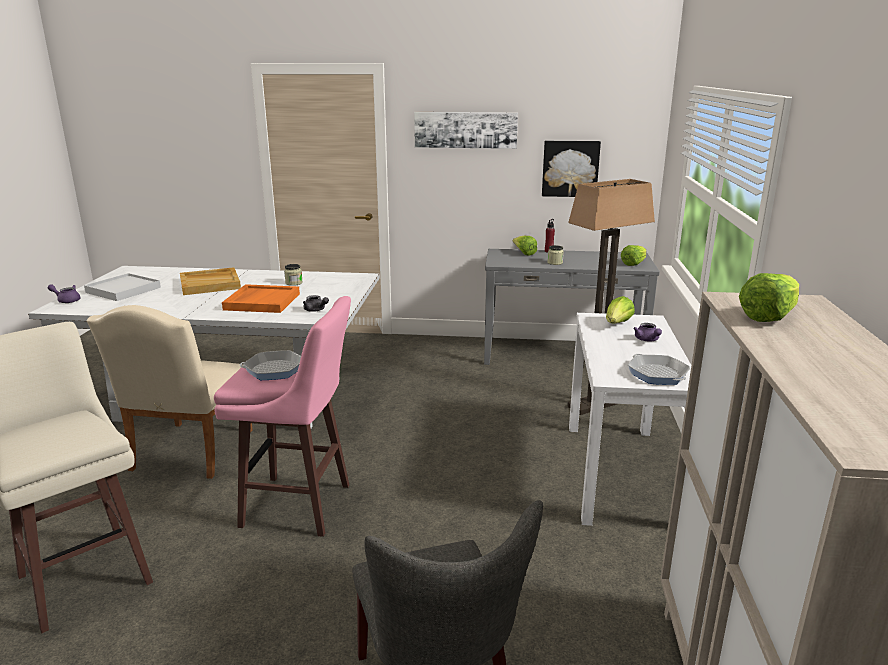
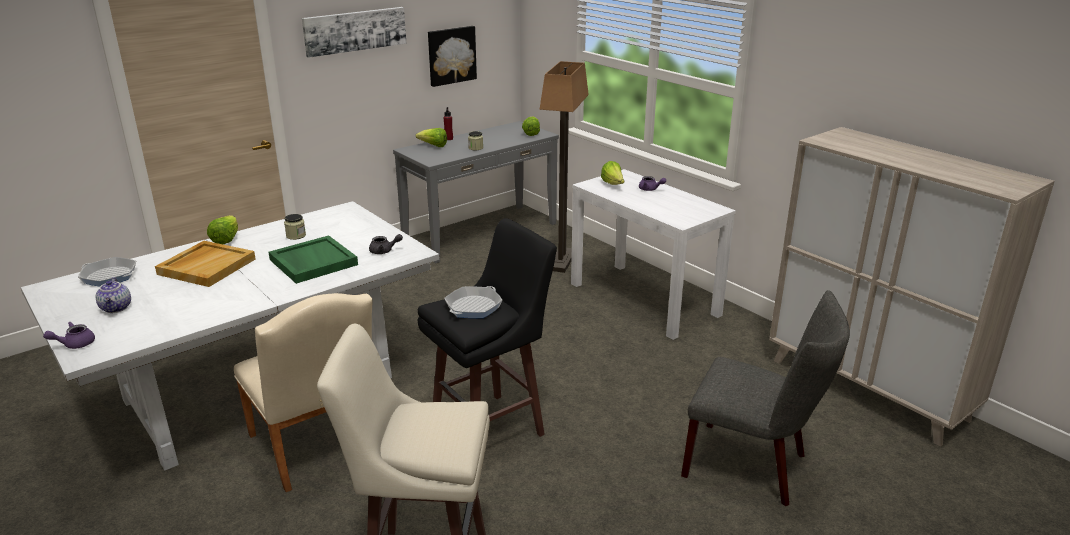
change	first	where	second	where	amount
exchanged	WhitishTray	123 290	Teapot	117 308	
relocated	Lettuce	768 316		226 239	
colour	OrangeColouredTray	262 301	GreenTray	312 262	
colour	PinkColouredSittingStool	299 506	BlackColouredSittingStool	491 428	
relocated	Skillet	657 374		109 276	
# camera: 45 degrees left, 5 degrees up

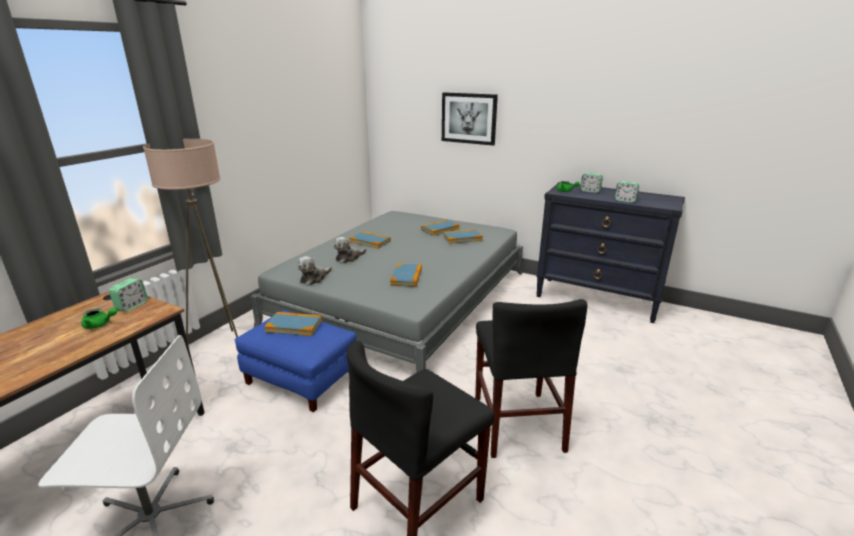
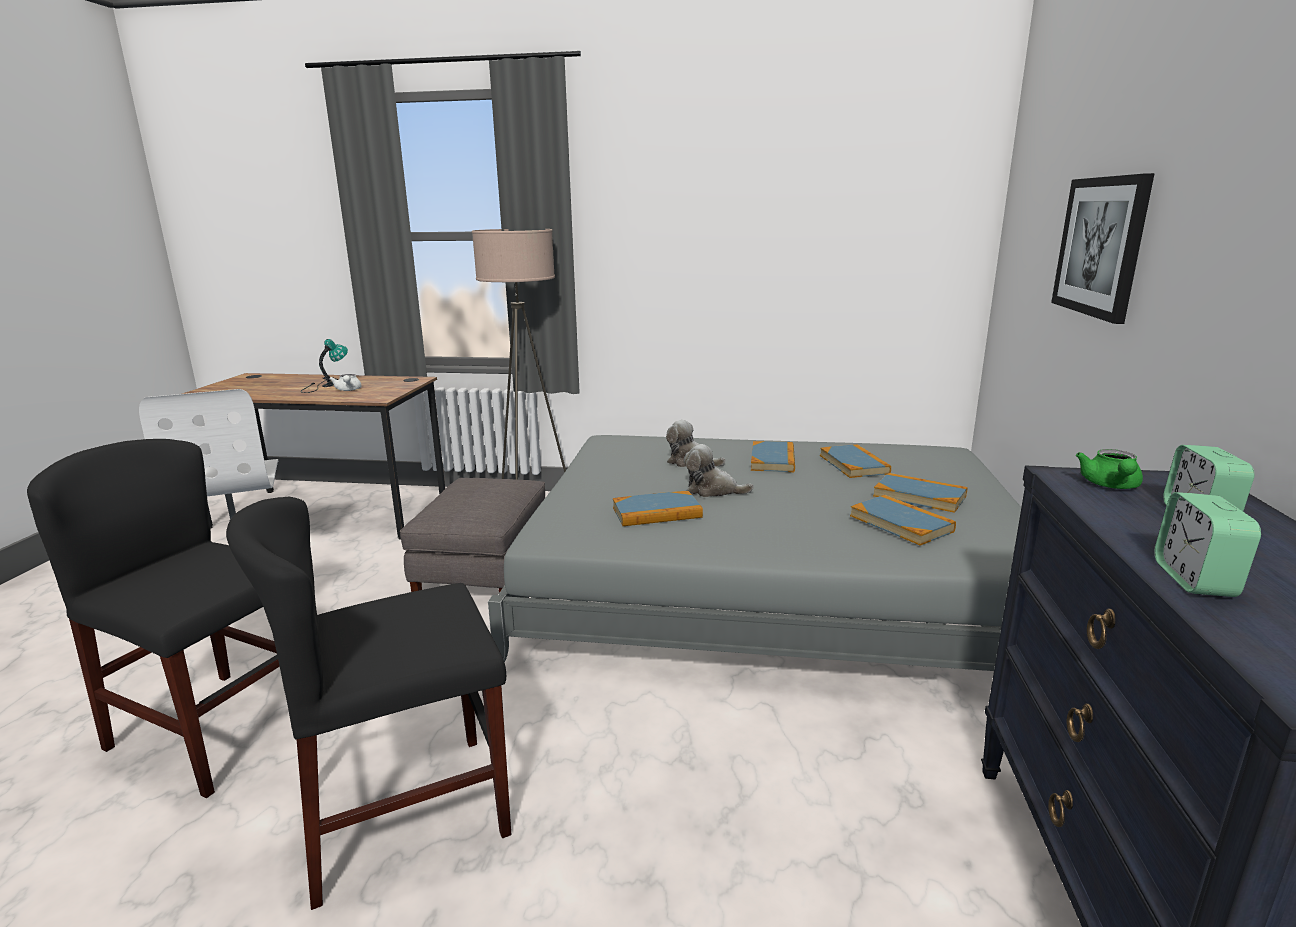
change	first	where	second	where	amount
relocated	CuddlyToy	314 278		712 490	
missing	TableClock	132 306			
colour	GreenTeapot	100 325	WhitishTeapot	348 390	
colour	BlueOttoman	302 378	GreyishOttoman	485 571	
relocated	Book	294 326		854 464	
appeared			LampForATable	328 385	
# camera: 70 degrees right, 5 degrees down

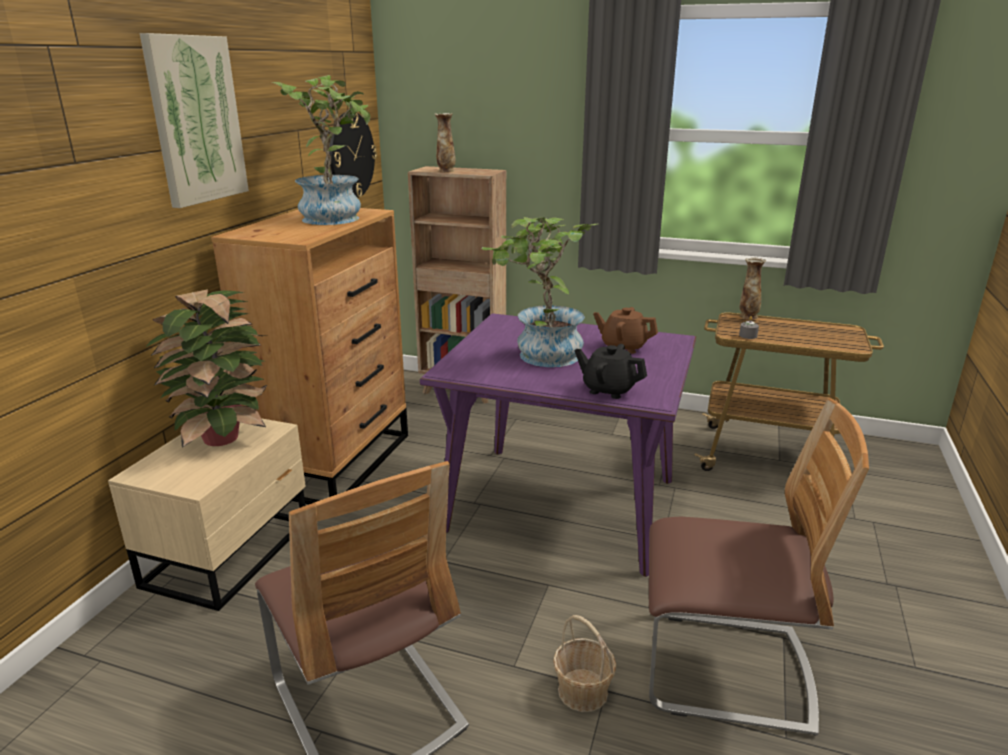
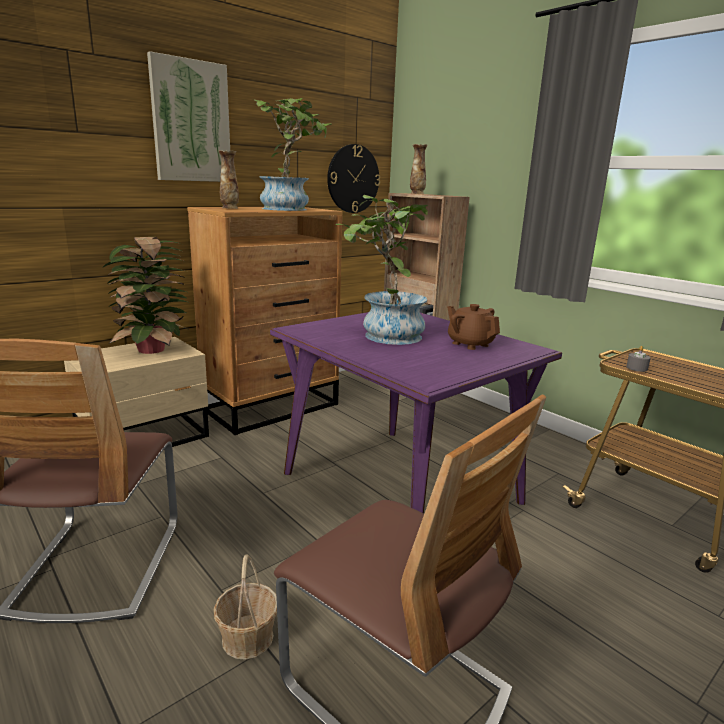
change	first	where	second	where	amount
relocated	FlowerVase	748 316		229 208	
missing	BlackColouredTeapot	608 389			
# camera: 30 degrees right, 5 degrees down

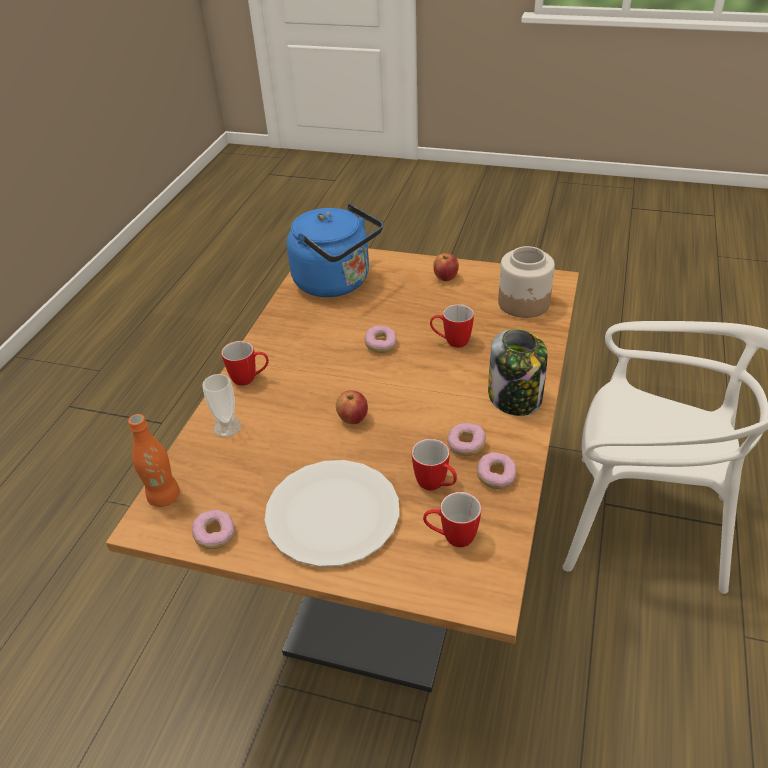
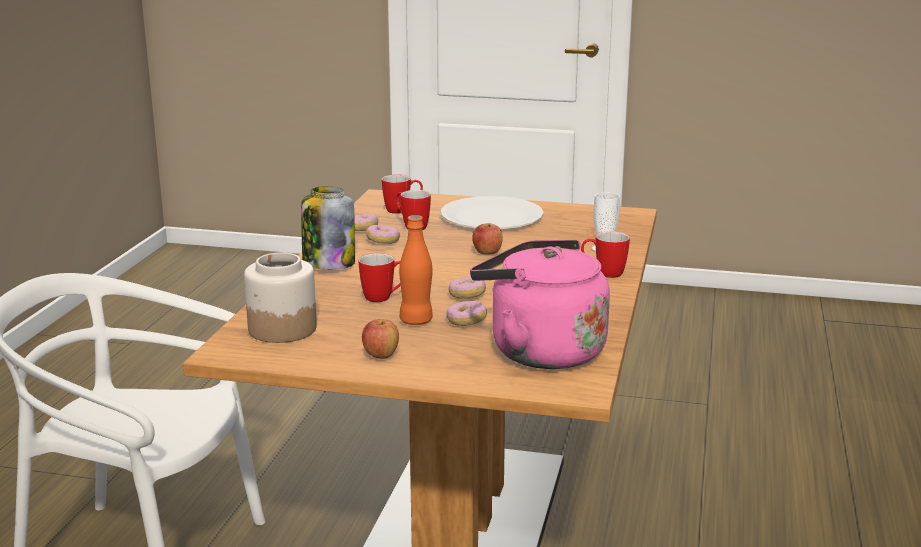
change	first	where	second	where	amount
colour	BlueWaterKettle	336 283	PinkColouredWaterKettle	540 351	
relocated	OrangeColouredBottle	164 497		416 321	
relocated	Donut	215 535		466 322	
# camera: 175 degrees right, 20 degrees down

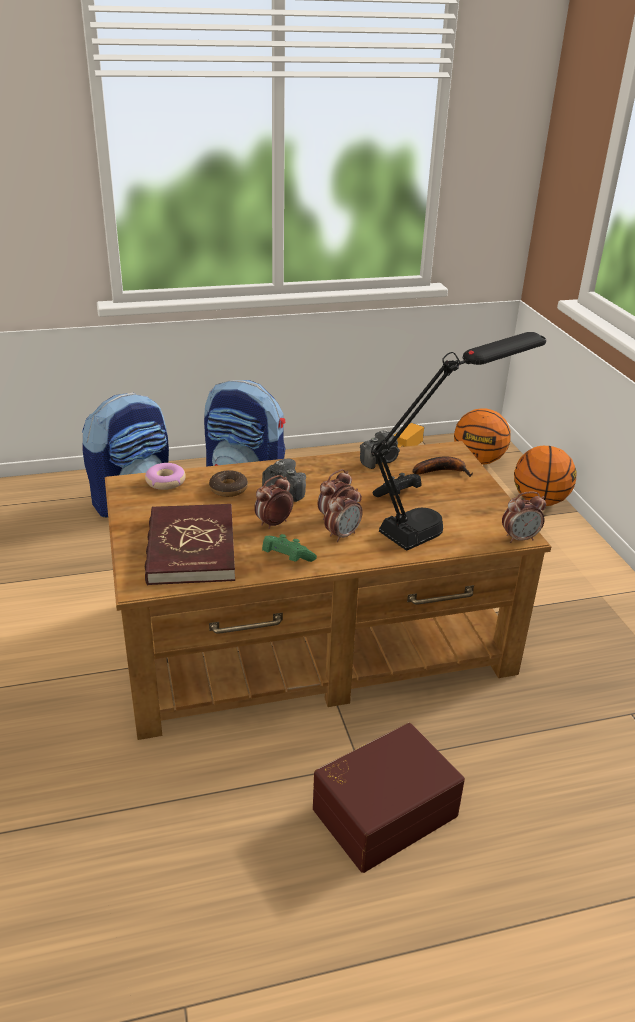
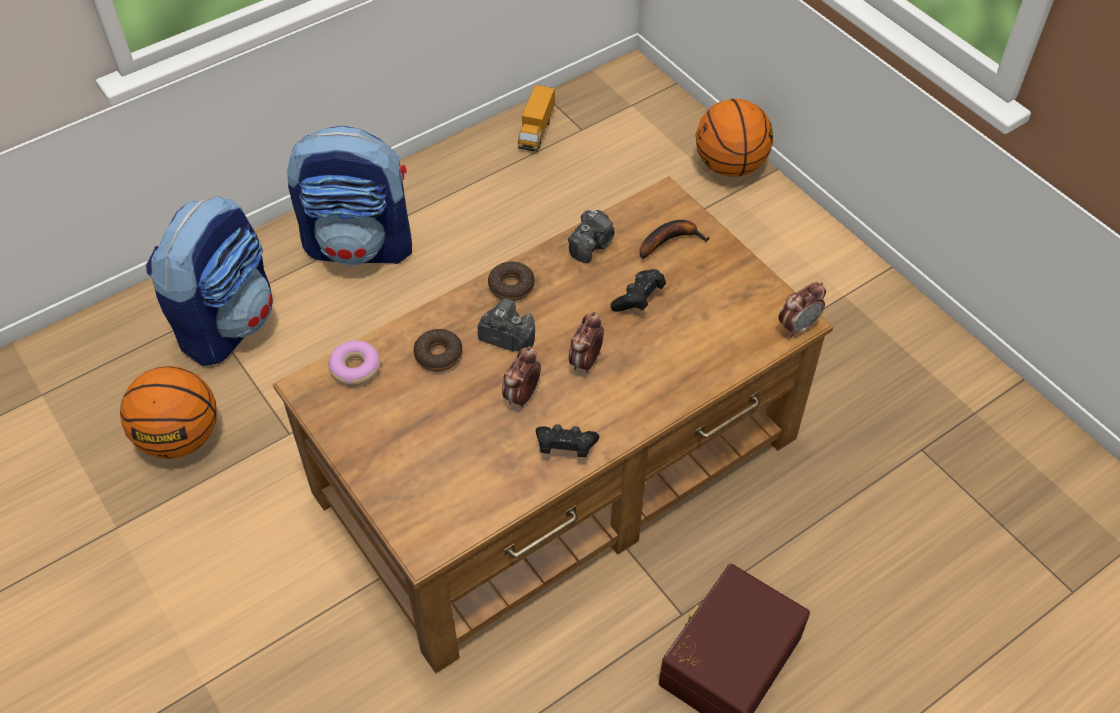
change	first	where	second	where	amount
missing	BlackColouredLampForATable	444 518			
relocated	BasketballBall	478 461		180 437	
missing	TableClock	342 535			
missing	ReddishBook	190 548			
colour	GreenGamepad	286 559	BlackColouredGamepad	565 448	
appeared			Donut	511 286	
# camera: 20 degrees left, 20 degrees up

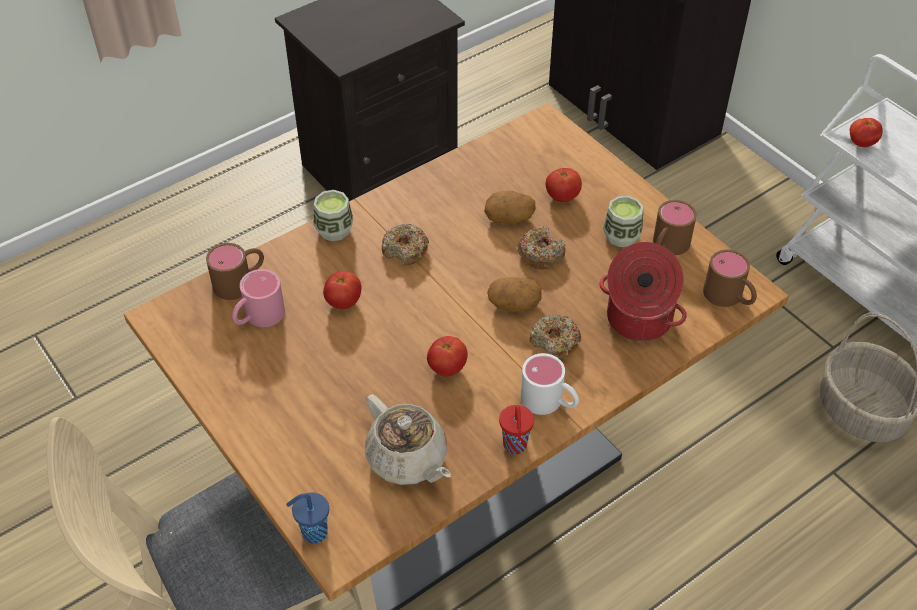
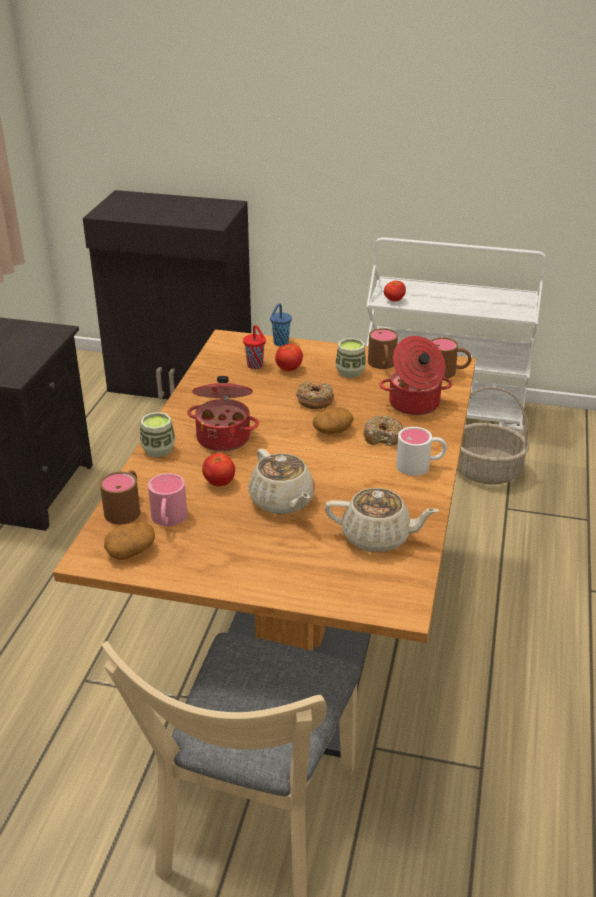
change	first	where	second	where	amount
relocated	WholePotato	509 217		131 551	
exchanged	Donut	405 250	Stockpot	224 437	
missing	Tomato	447 368			
relocated	ReddishDrinkingCup	515 446		255 366	
relocated	BlueDrinkingCup	313 533		280 343	
appeared			SandColouredTeapot	282 501	
# camera: 40 degrees left, 15 degrees down

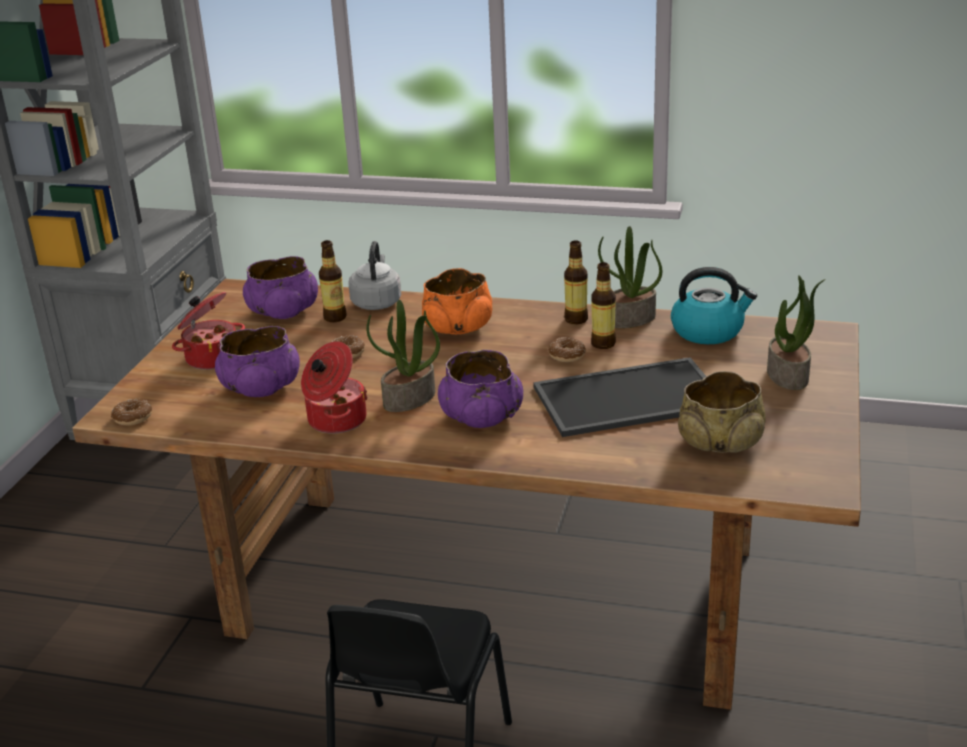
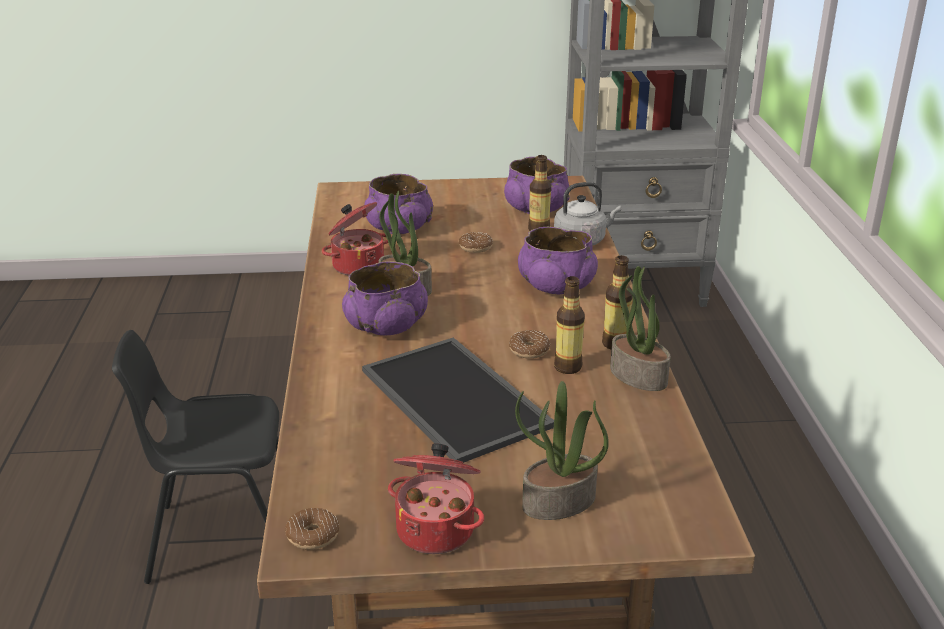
change	first	where	second	where	amount
missing	WaterKettle	708 331			
colour	OrangeColouredDeepDish	458 327	PurpleDeepDish	556 286	
relocated	Stockpot	212 358		437 529	
missing	SandColouredDeepDish	720 442			
relocated	Donut	133 418		313 536	
# camera: 70 degrees right, 0 degrees up

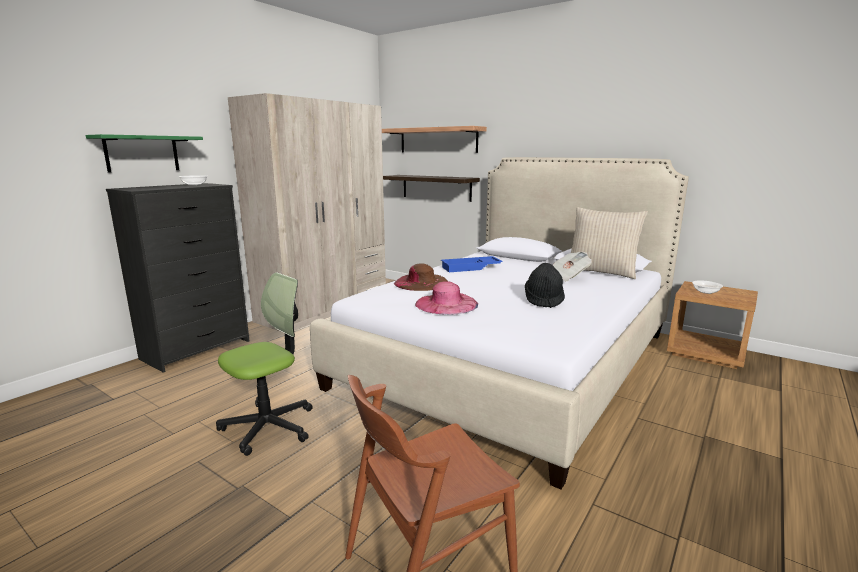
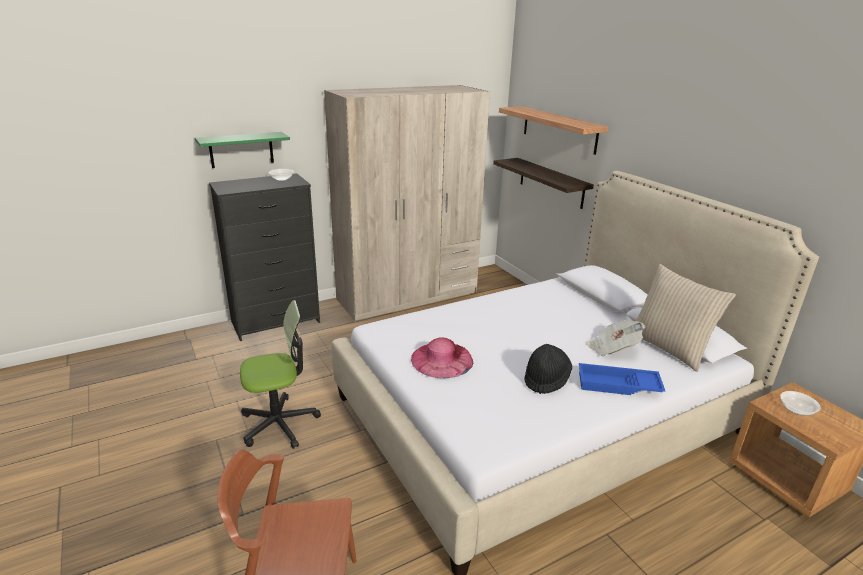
change	first	where	second	where	amount
relocated	BlueTray	470 268		618 386	
missing	BrownColouredClothingHat	421 283			
# camera: 25 degrees right, 10 degrees up

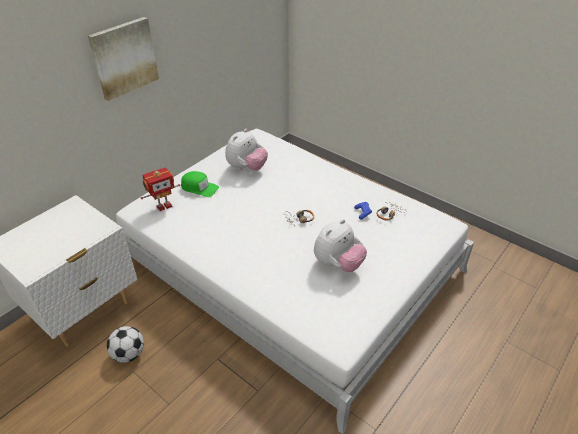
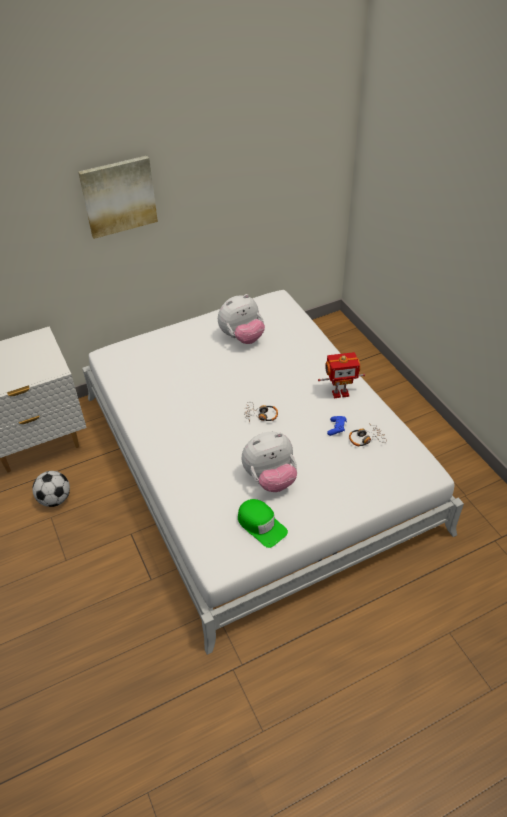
change	first	where	second	where	amount
relocated	ToyRobot	163 206		340 393	
relocated	GreenPeakedCap	199 188		261 525	
# camera: 25 degrees right, 5 degrees up

